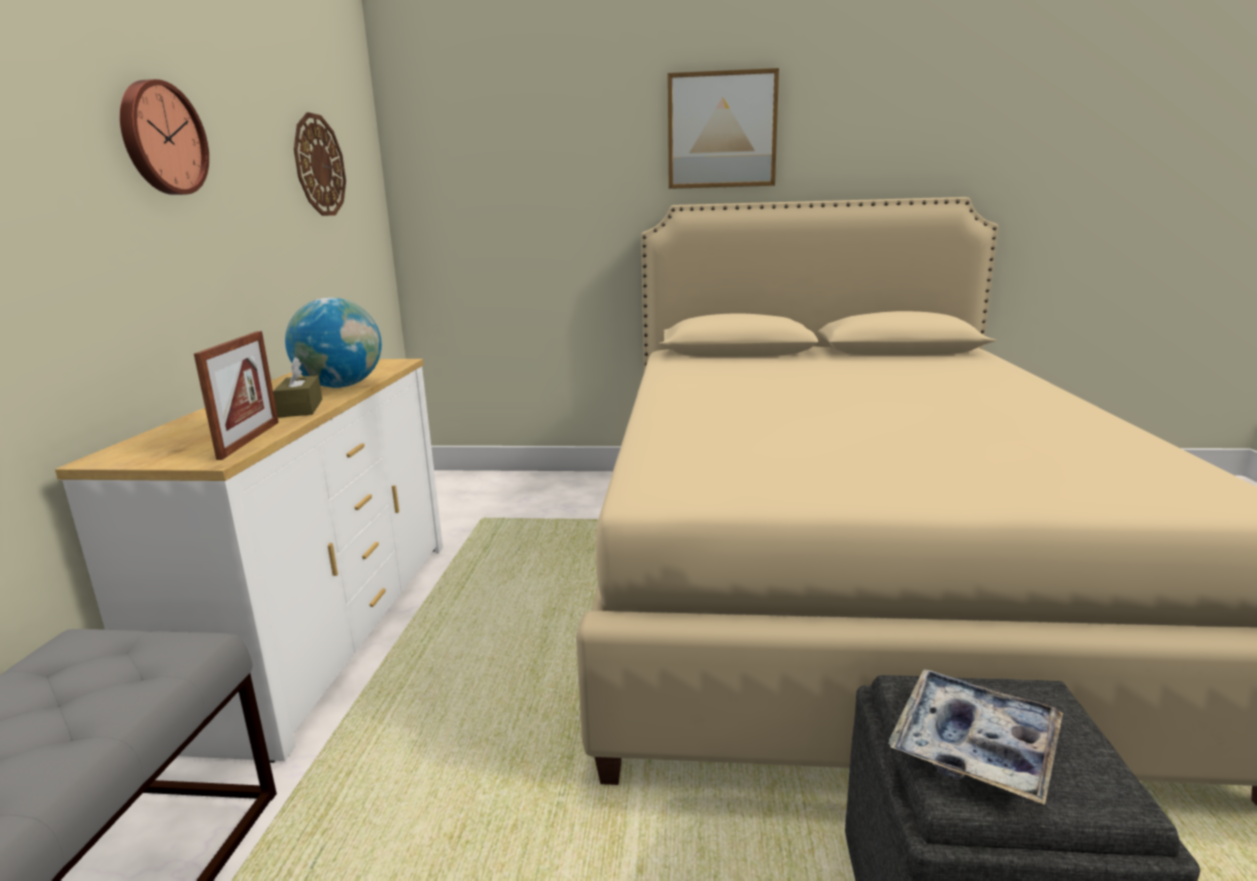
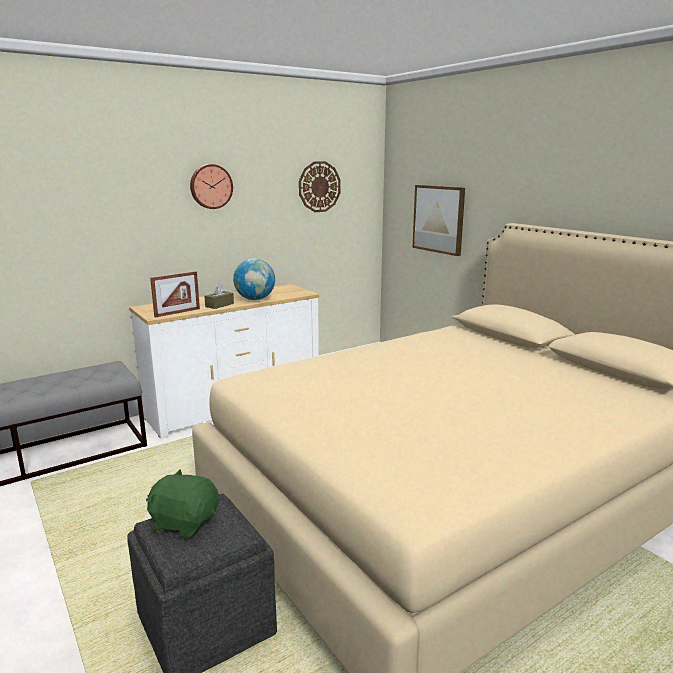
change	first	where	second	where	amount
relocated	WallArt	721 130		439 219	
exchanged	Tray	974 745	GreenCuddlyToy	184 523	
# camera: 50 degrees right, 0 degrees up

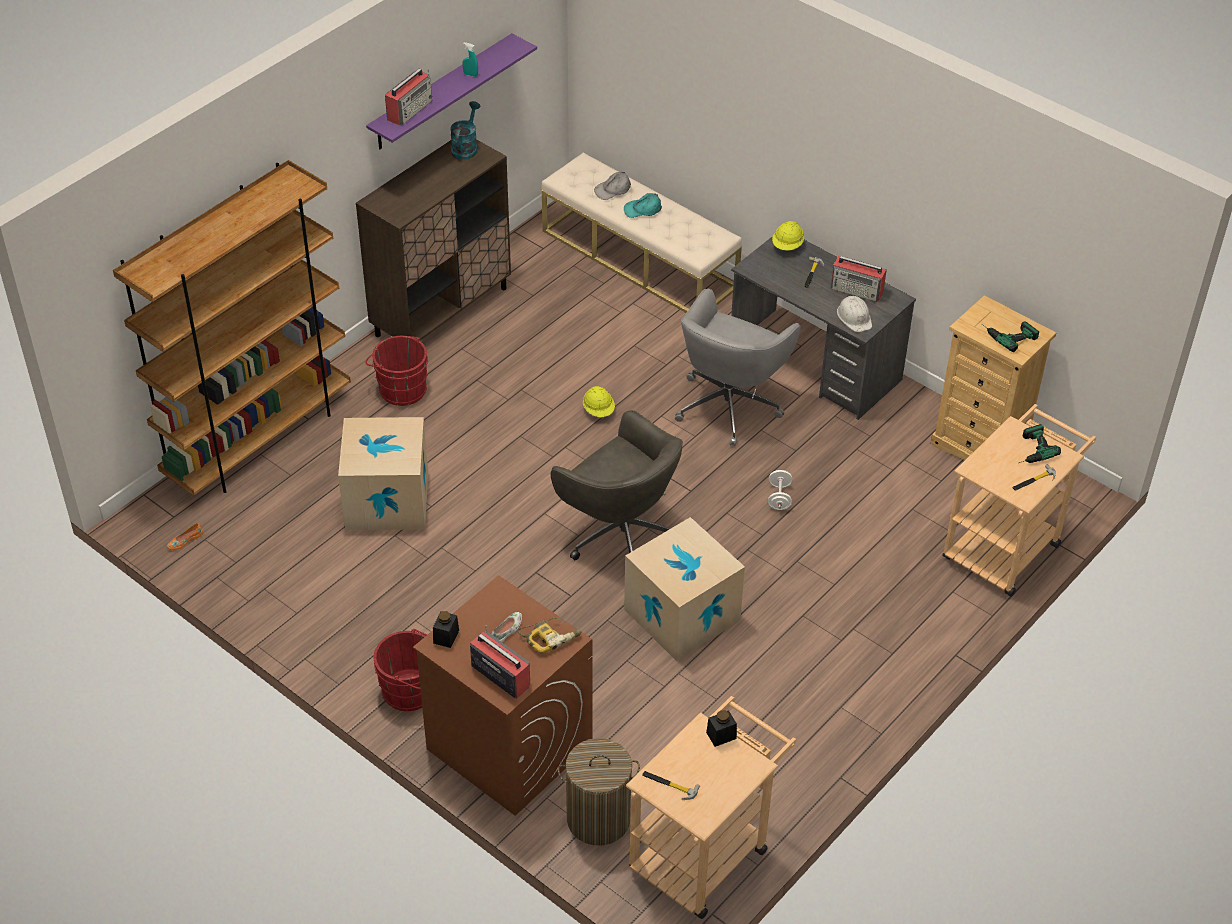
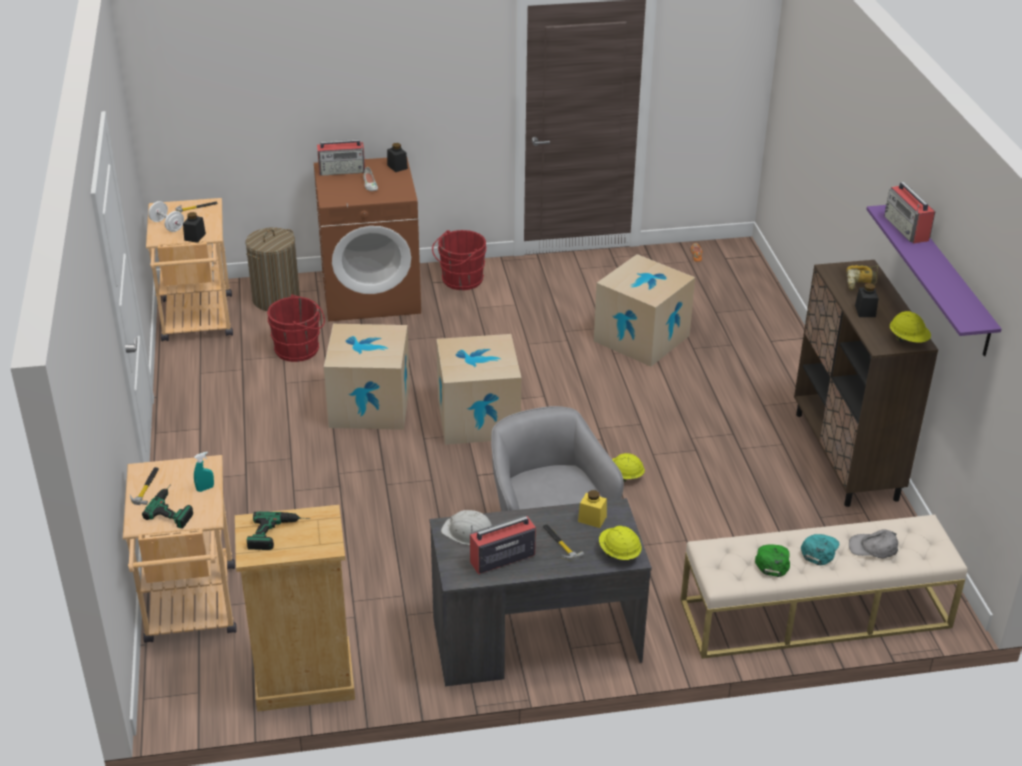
change	first	where	second	where	amount
relocated	TurquoiseSprayer	470 75		205 488	
exchanged	TurquoiseSprinklingCan	465 147	YellowishSafetyHelmet	908 340	
missing	BrownColouredBookshelf	259 439			
spun	GreyishPeakedCap	613 189		873 548	90 degrees counterclockwise
relocated	ReddishWaterBucket	400 388		300 349	
exchanged	GreyishComputerChair	620 534	CardboardBox	478 418	
relocated	WhitishFreeWeight	779 497		167 225	
relocated	ElectricDrill	550 637		862 282	
appeared			BlackColouredJar	865 311	
appeared			YellowishJar	592 519	
appeared			GreenPeakedCap	772 561	
# camera: 130 degrees right, 10 degrees down

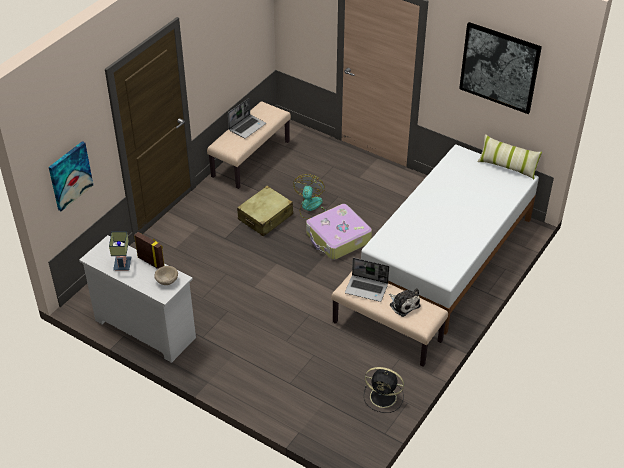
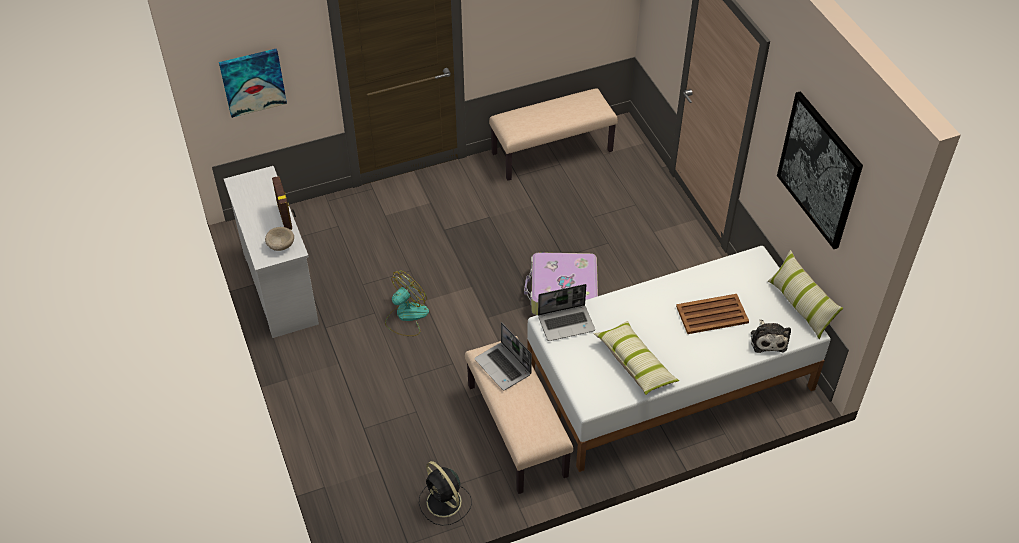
change	first	where	second	where	amount
relocated	Laptop	247 127		566 323	
relocated	ElectricFan	311 208		406 316	
missing	SandColouredSuitcase	265 217			
missing	LampForATable	121 264			
relocated	CuddlyToy	403 304		768 339	
appeared			BrownColouredTray	711 314	
appeared			ThrowPillow	635 363	
# camera: 35 degrees right, 5 degrees up

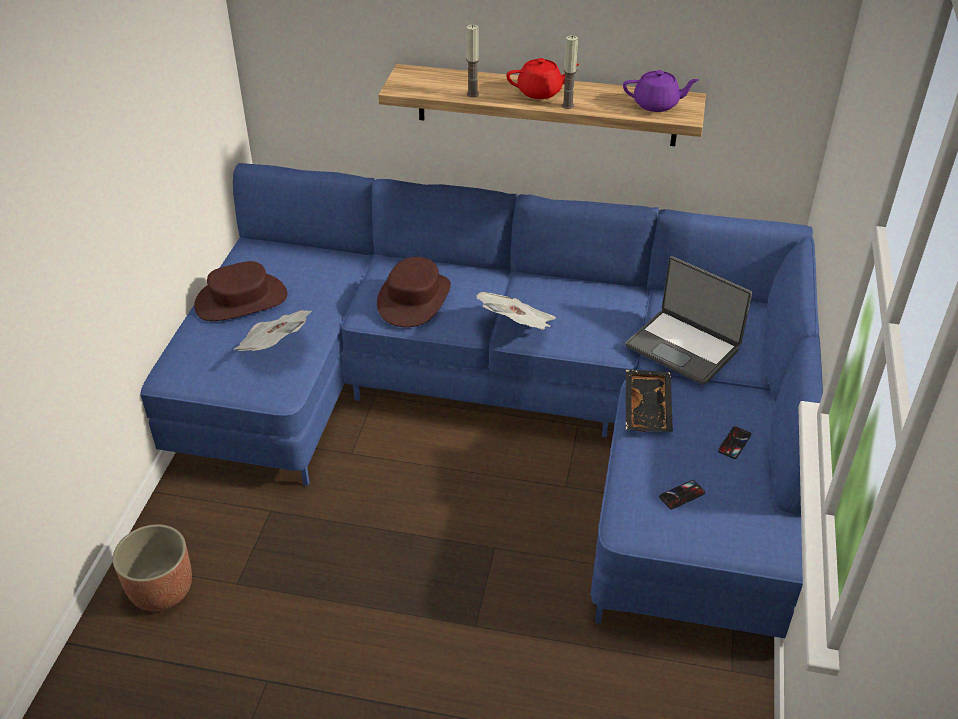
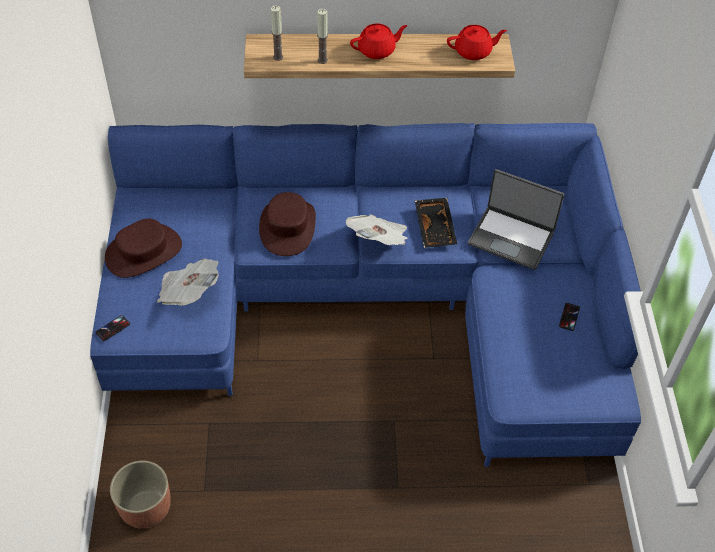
change	first	where	second	where	amount
relocated	Candle	567 105		278 57	
colour	PurpleTeapot	657 105	ReddishTeapot	473 52	
relocated	BlackColouredTray	649 408		436 227	
relocated	Handset	682 495		113 328	
# camera: 15 degrees left, 10 degrees up

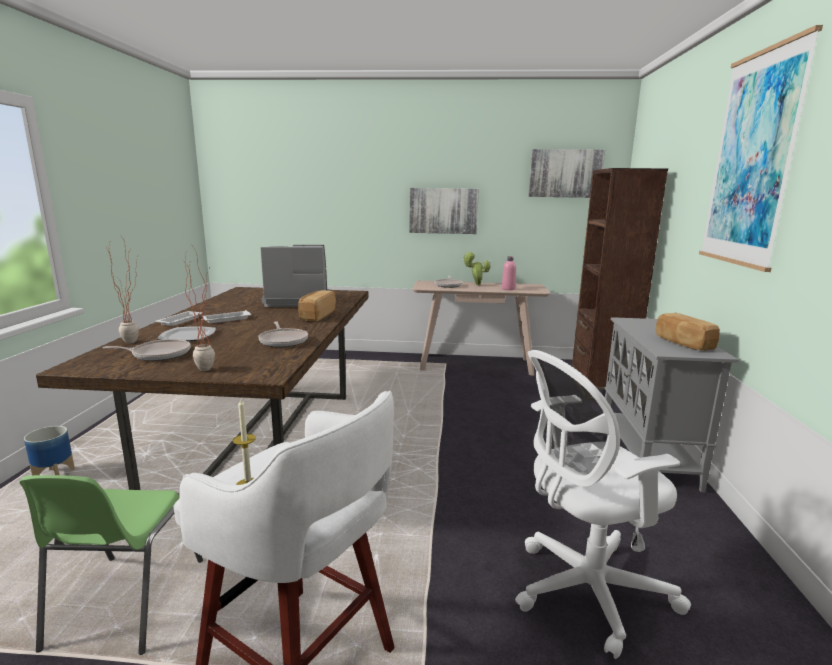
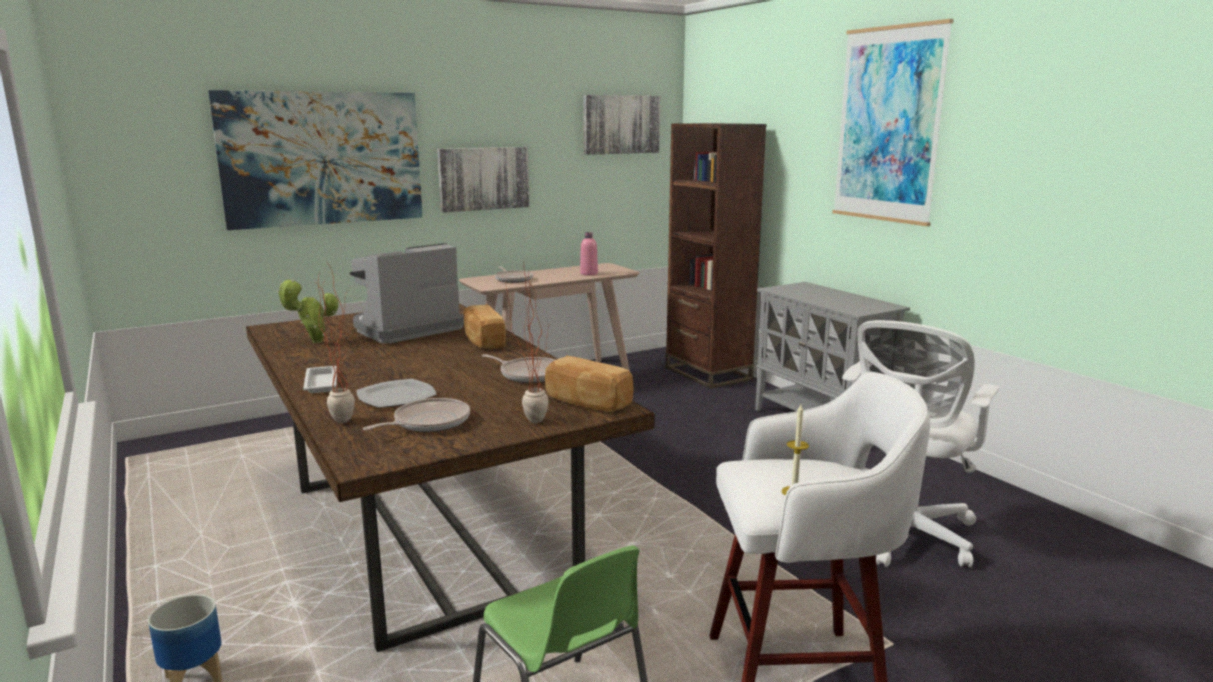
change	first	where	second	where	amount
relocated	PlantInAPot	476 284		313 342	
missing	WhitishTray	226 319			
relocated	Bread	683 343		587 402	
appeared			WallArt	323 158	
# camera: 35 degrees left, 0 degrees up

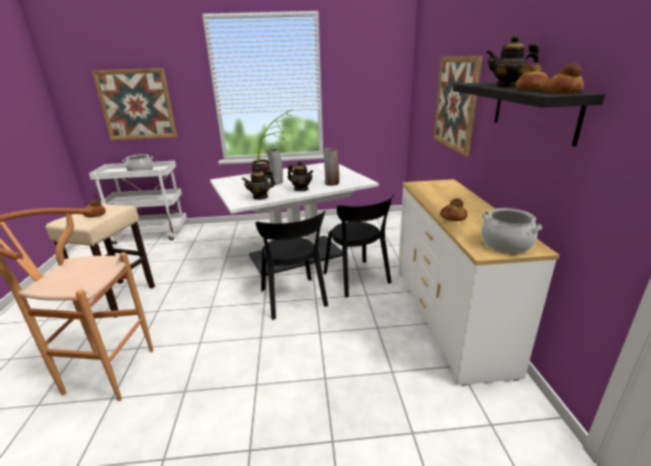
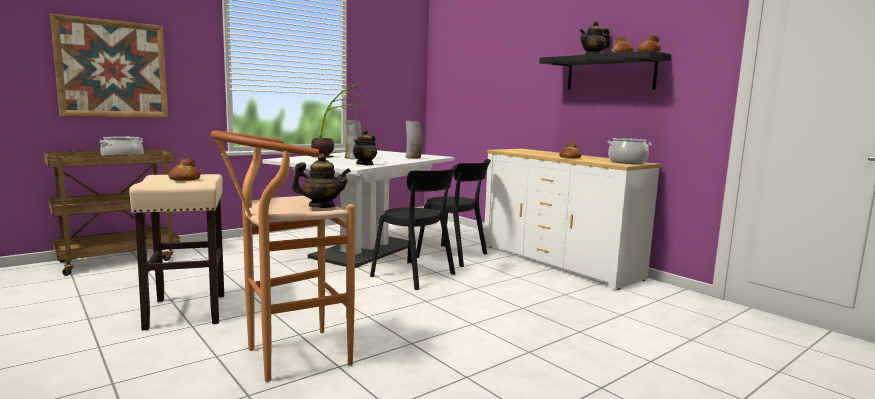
change	first	where	second	where	amount
missing	WallArt	455 103			
colour	WhitishTrolley	152 234	BrownColouredTrolley	119 260	
relocated	Teapot	301 189		321 206	
# camera: 35 degrees left, 15 degrees down

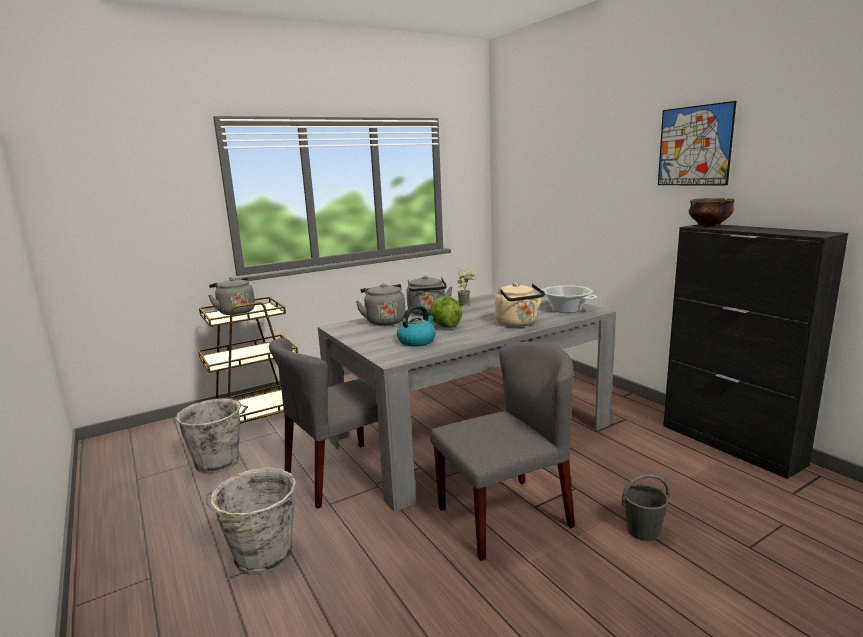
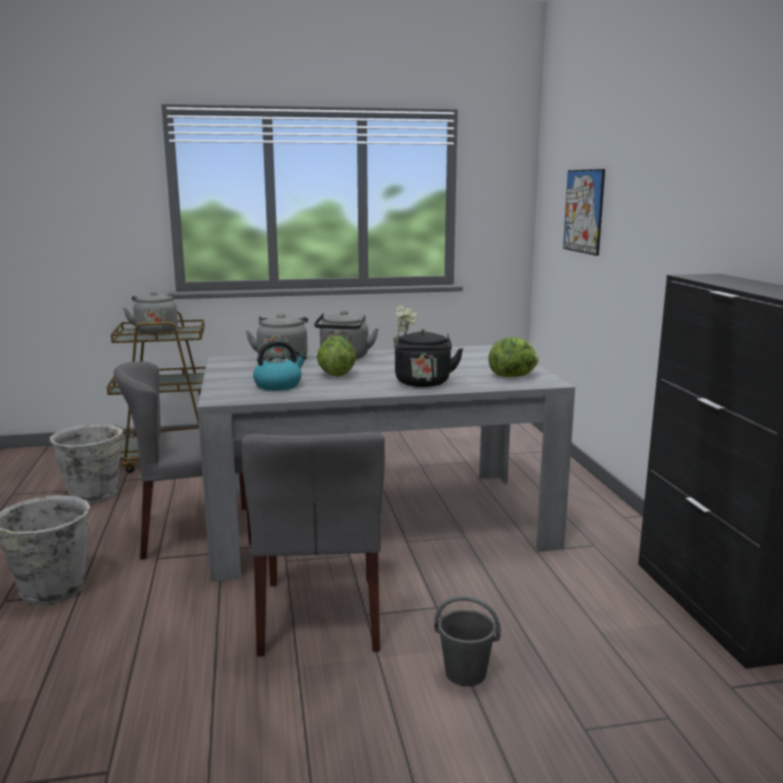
change	first	where	second	where	amount
relocated	WallArt	694 146		583 211	
missing	DeepDish	709 225			
colour	SandColouredWaterKettle	518 323	BlackColouredWaterKettle	423 383	
exchanged	Stockpot	566 309	Lettuce	513 376	
spun	GreyishPlainChair	504 516		321 615	90 degrees clockwise
# camera: 20 degrees right, 0 degrees up

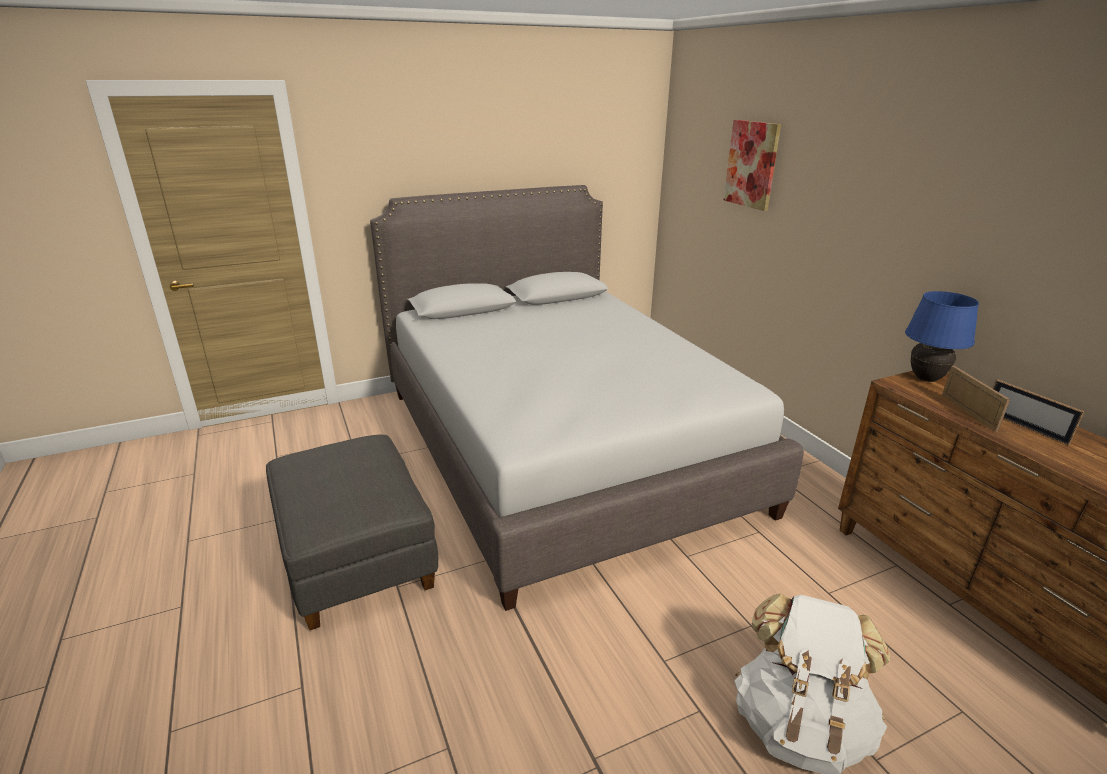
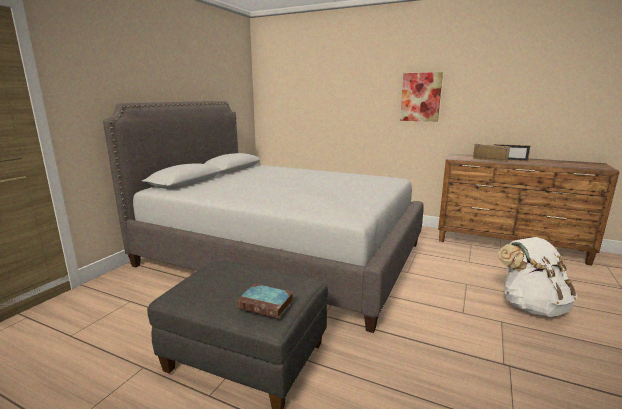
change	first	where	second	where	amount
relocated	WallArt	752 164		420 97	
missing	BlueLampForATable	925 379			
appeared			Book	267 304	
# camera: 40 degrees left, 10 degrees down

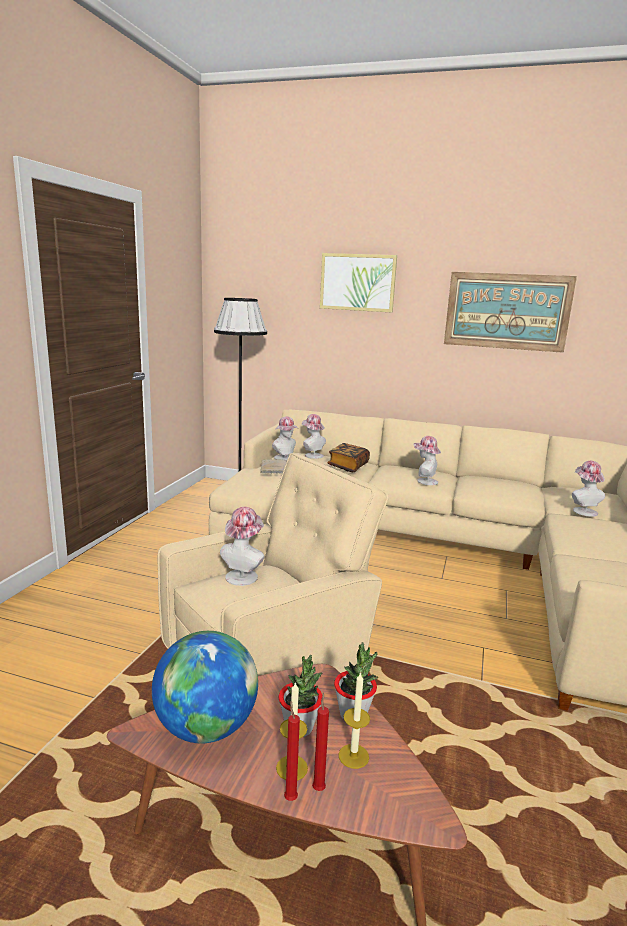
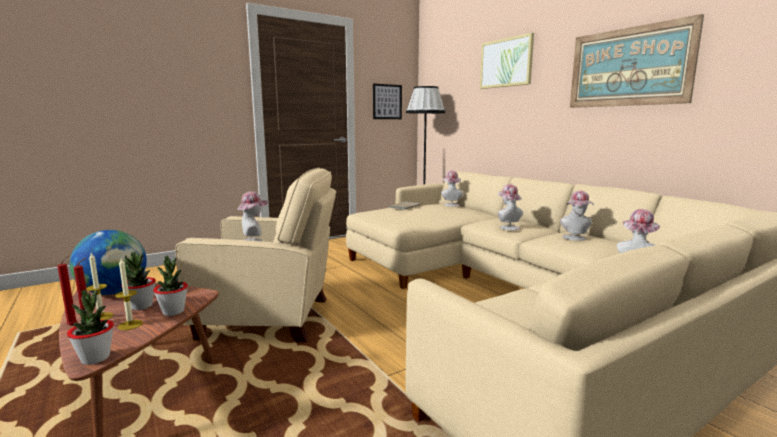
change	first	where	second	where	amount
relocated	ClothingHat	285 458		576 238	
missing	Book	348 466			
appeared			WallArt	387 102	
appeared			PlantInAPot	95 358	
# camera: 40 degrees right, 5 degrees down

